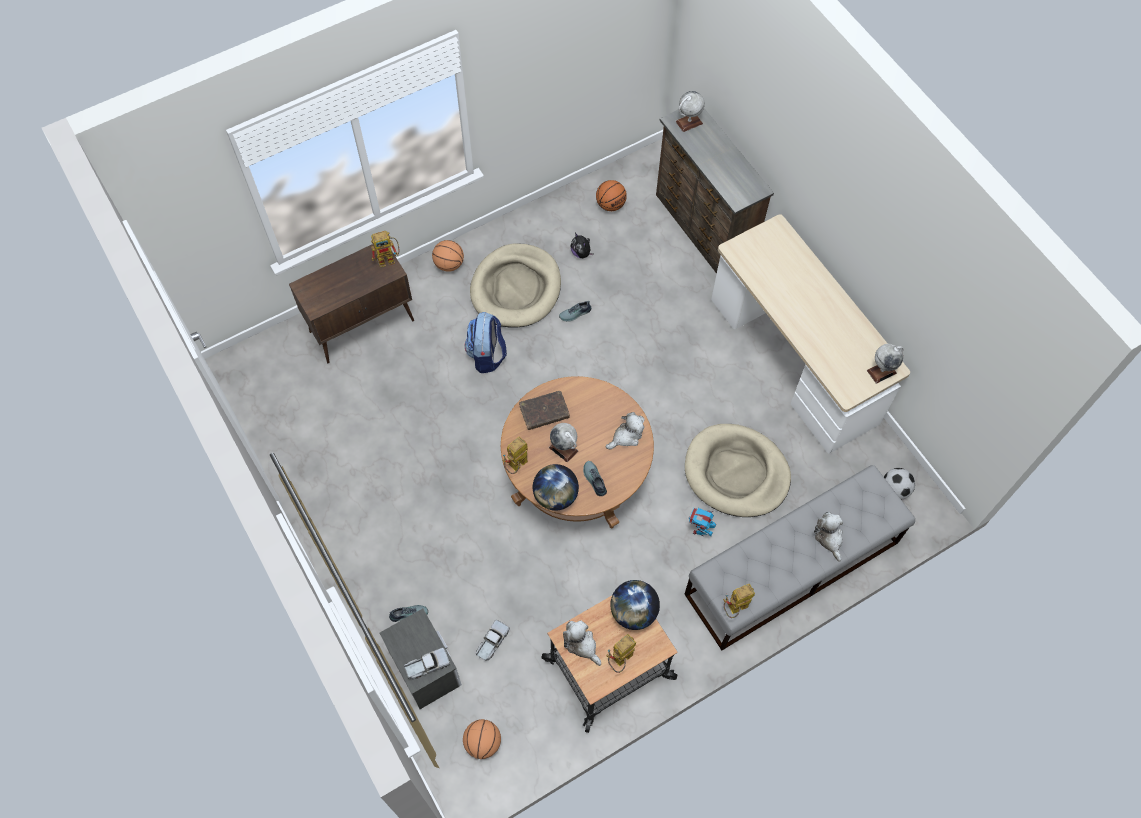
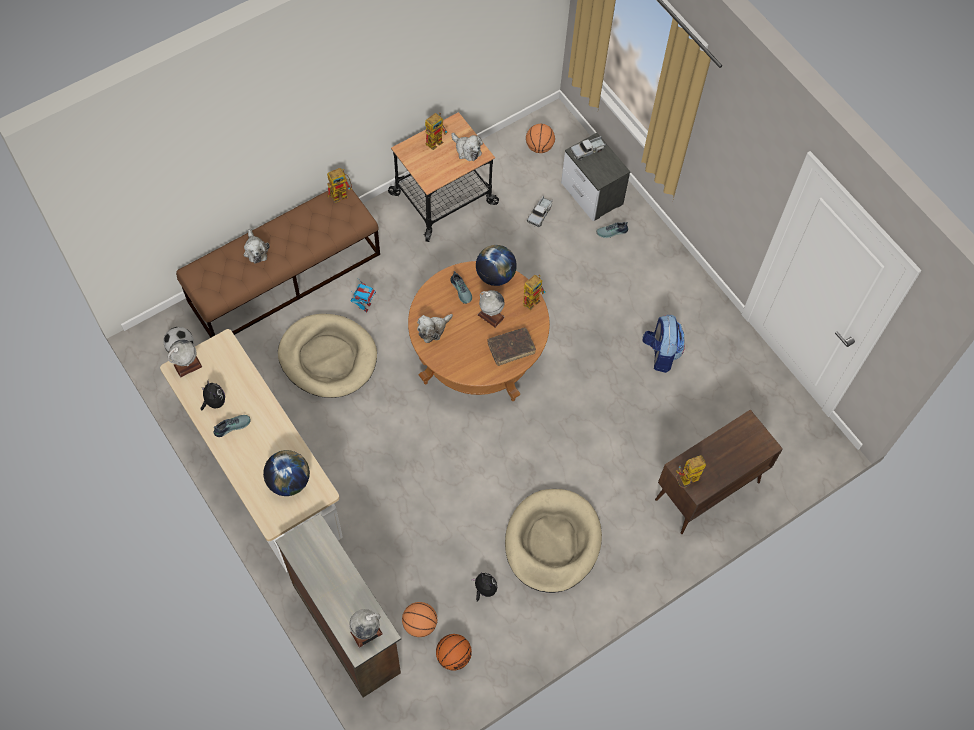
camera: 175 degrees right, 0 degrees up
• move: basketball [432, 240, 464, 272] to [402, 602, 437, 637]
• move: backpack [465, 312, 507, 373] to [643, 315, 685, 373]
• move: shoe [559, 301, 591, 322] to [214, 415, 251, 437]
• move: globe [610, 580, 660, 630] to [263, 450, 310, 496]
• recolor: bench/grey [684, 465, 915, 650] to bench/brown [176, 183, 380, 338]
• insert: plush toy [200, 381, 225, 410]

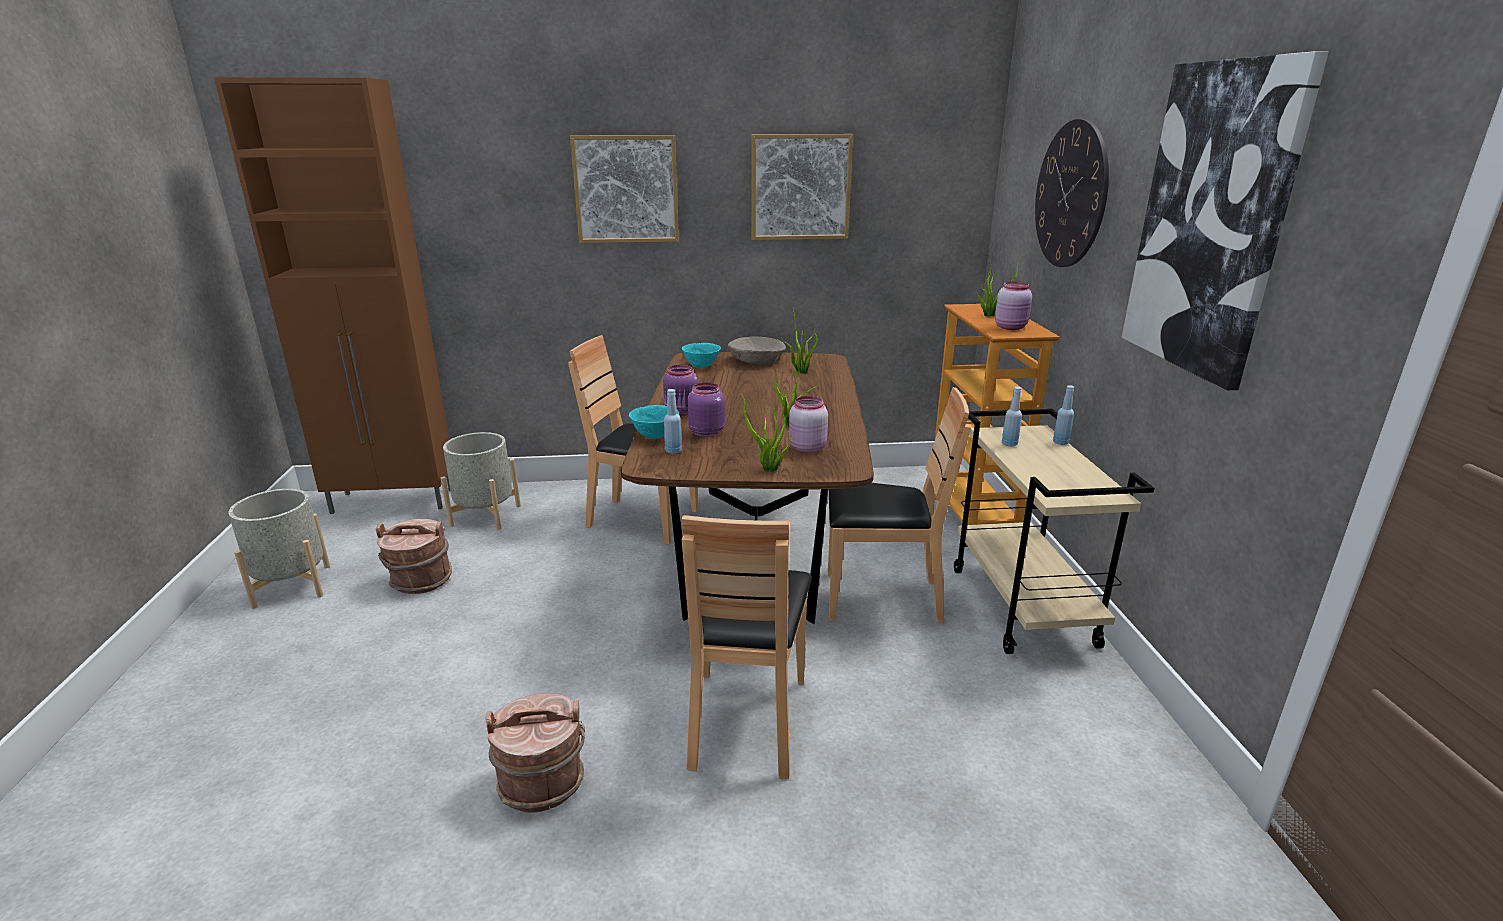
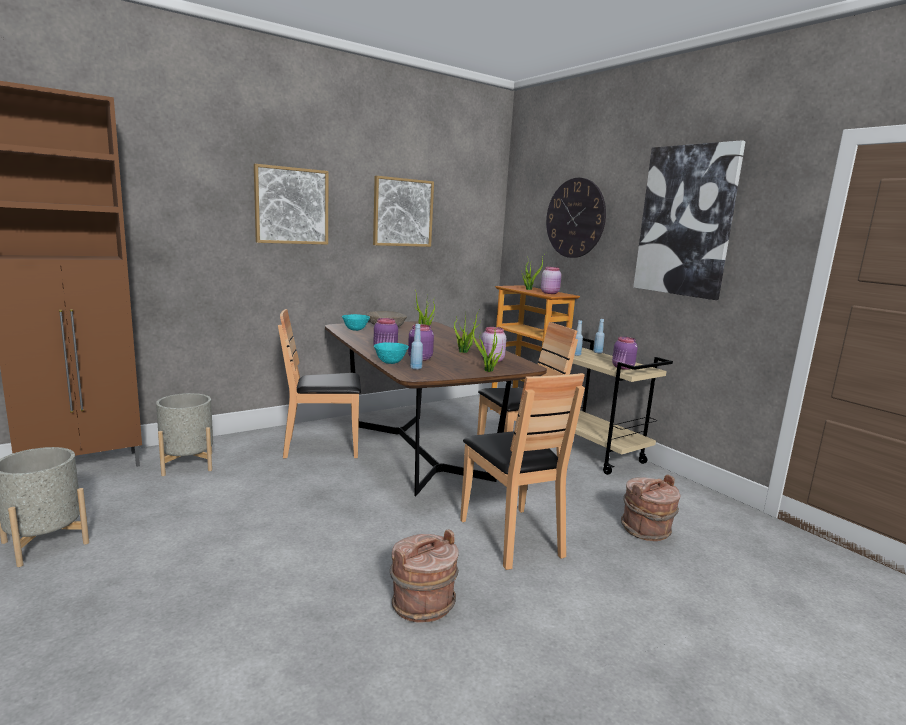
camera: 30 degrees left, 10 degrees down
• move: bucket/brown [376, 519, 452, 594] to [621, 474, 680, 541]
• insert: jar/purple [612, 337, 638, 370]

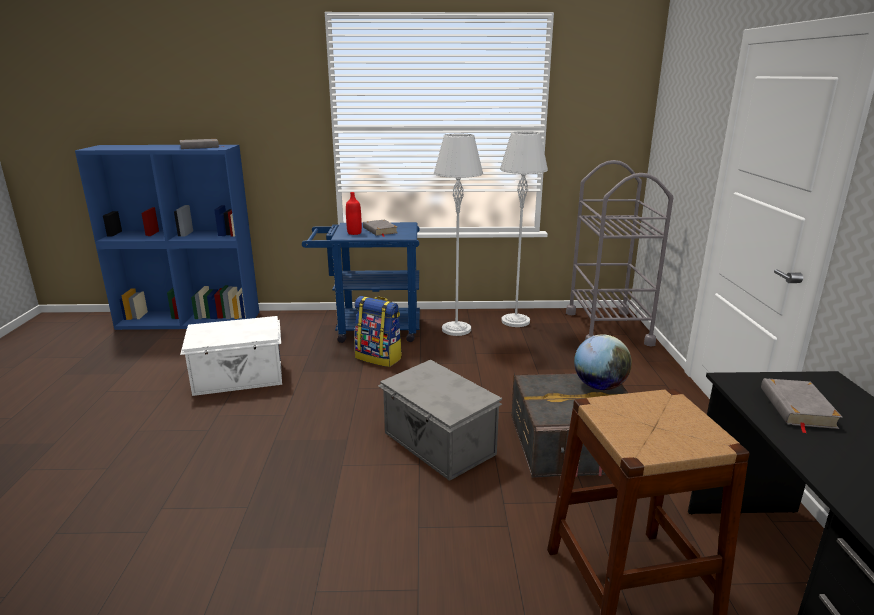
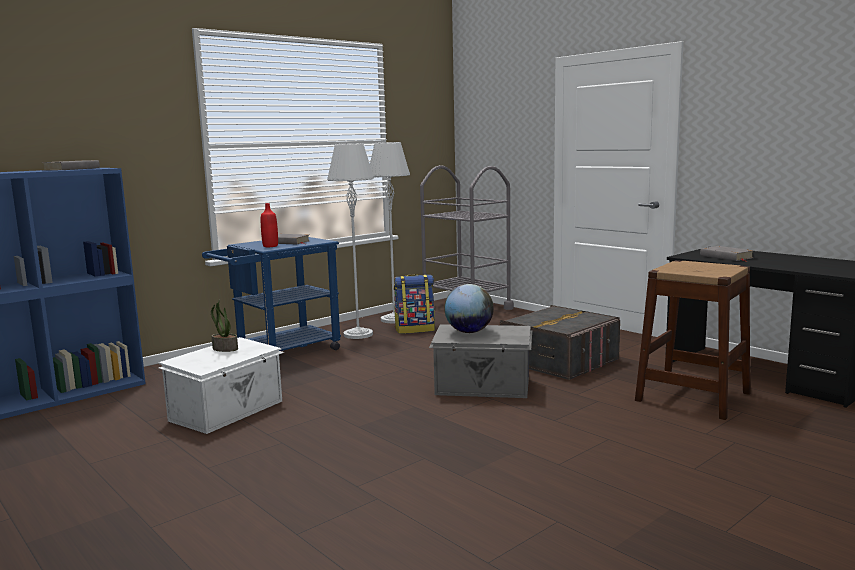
camera: 40 degrees left, 10 degrees down
• move: backpack [354, 296, 402, 367] to [393, 274, 435, 334]
• move: globe [574, 334, 632, 390] to [444, 284, 494, 333]
• insert: potted plant [211, 299, 238, 352]

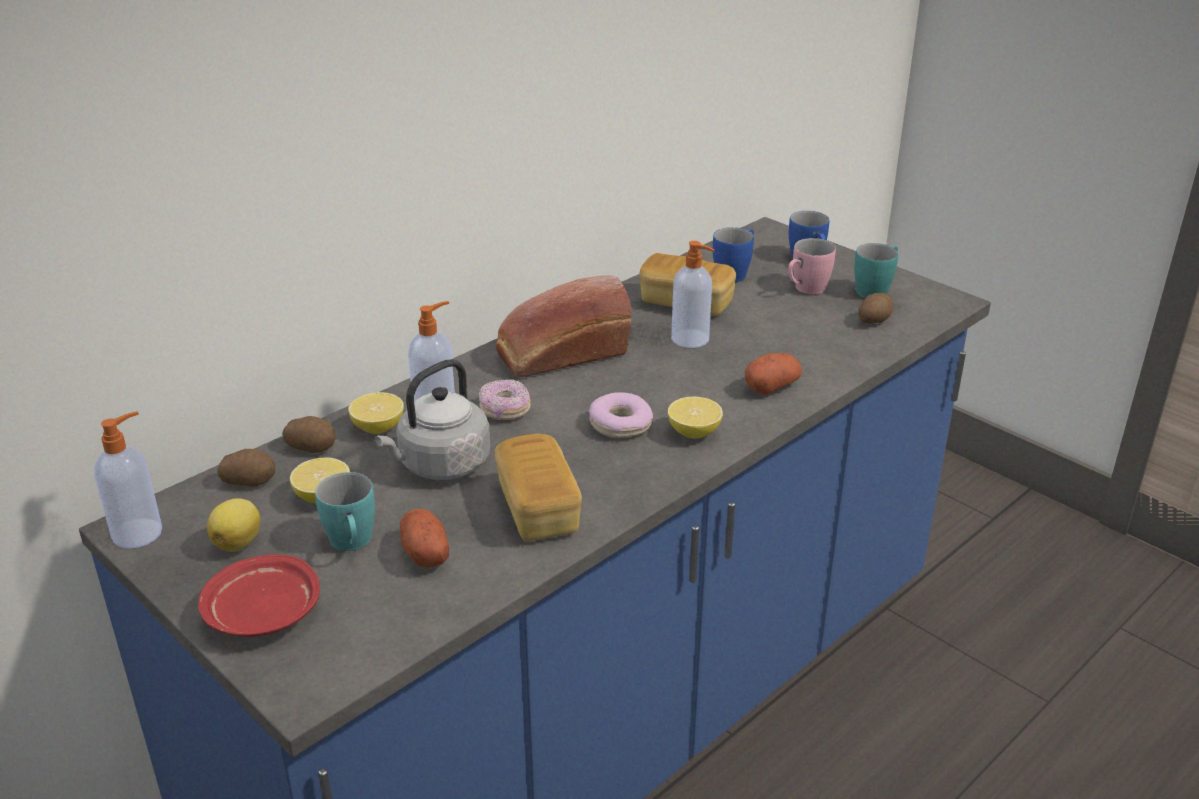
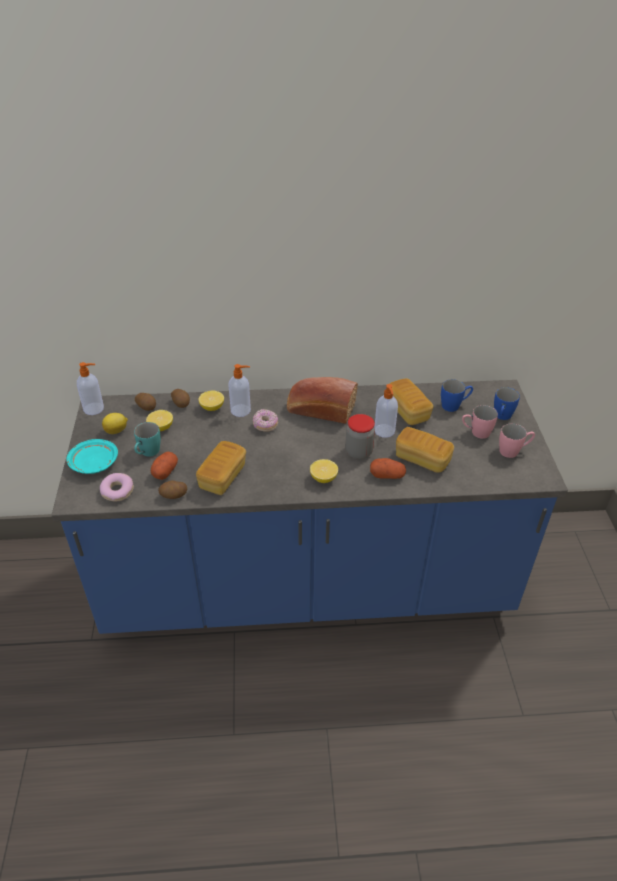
camera: 40 degrees right, 10 degrees up
• recolor: plate/red [198, 554, 320, 637] to plate/turquoise [67, 439, 118, 474]
• delete: kettle/grey [375, 359, 490, 480]
• move: donut [589, 393, 653, 438] to [100, 473, 134, 501]
• recolor: mug/turquoise [854, 243, 898, 298] to mug/pink [499, 423, 535, 458]
• move: potato [858, 293, 893, 324] to [158, 481, 187, 499]
• insert: jar [345, 414, 375, 459]
• insert: bread [396, 427, 454, 473]

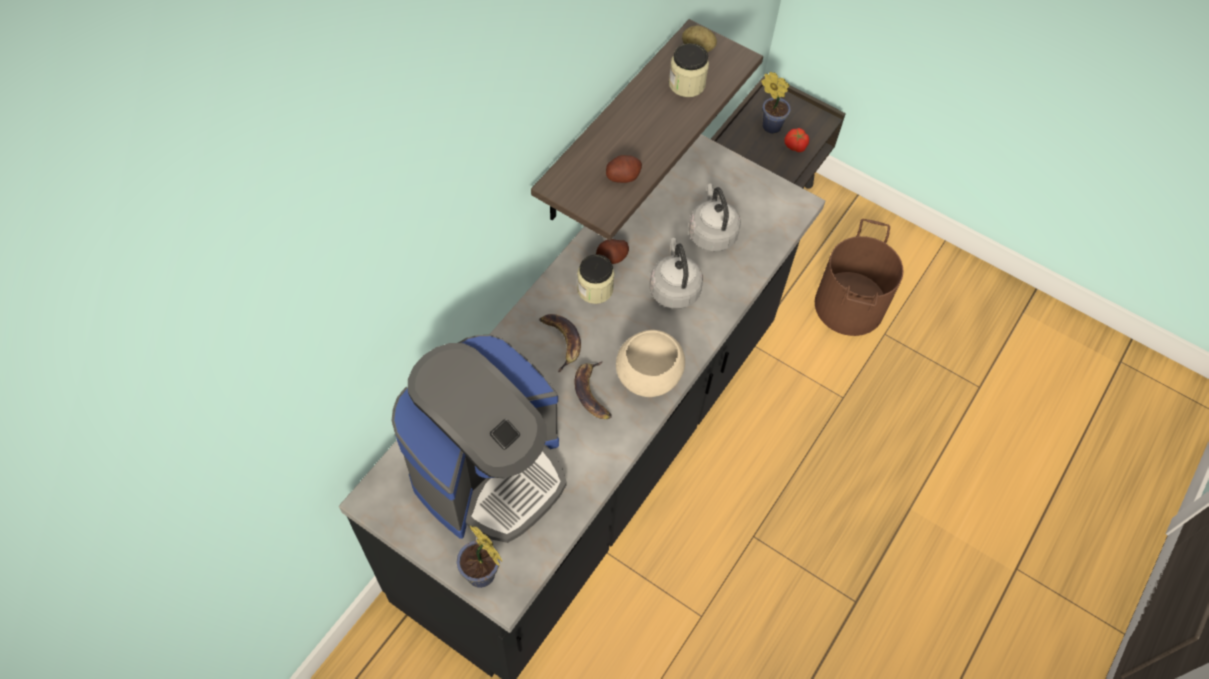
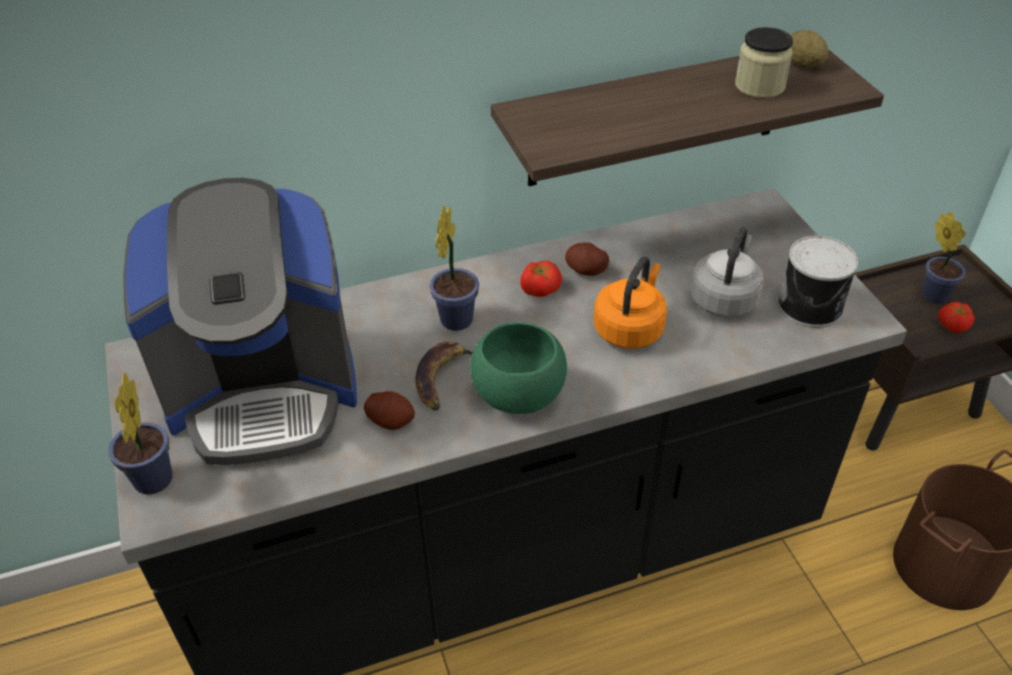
camera: 40 degrees right, 15 degrees down
• replace: banana [539, 314, 581, 372] to potted plant [429, 205, 479, 331]
• replace: jar [577, 254, 614, 304] to tomato [521, 261, 562, 297]
• move: potato [606, 155, 642, 183] to [364, 391, 415, 430]
• recolor: bowl/beige [616, 330, 685, 397] to bowl/green [470, 322, 567, 414]
• recolor: kettle/grey [650, 238, 703, 309] to kettle/orange [594, 257, 667, 349]
• insert: can [777, 236, 858, 328]

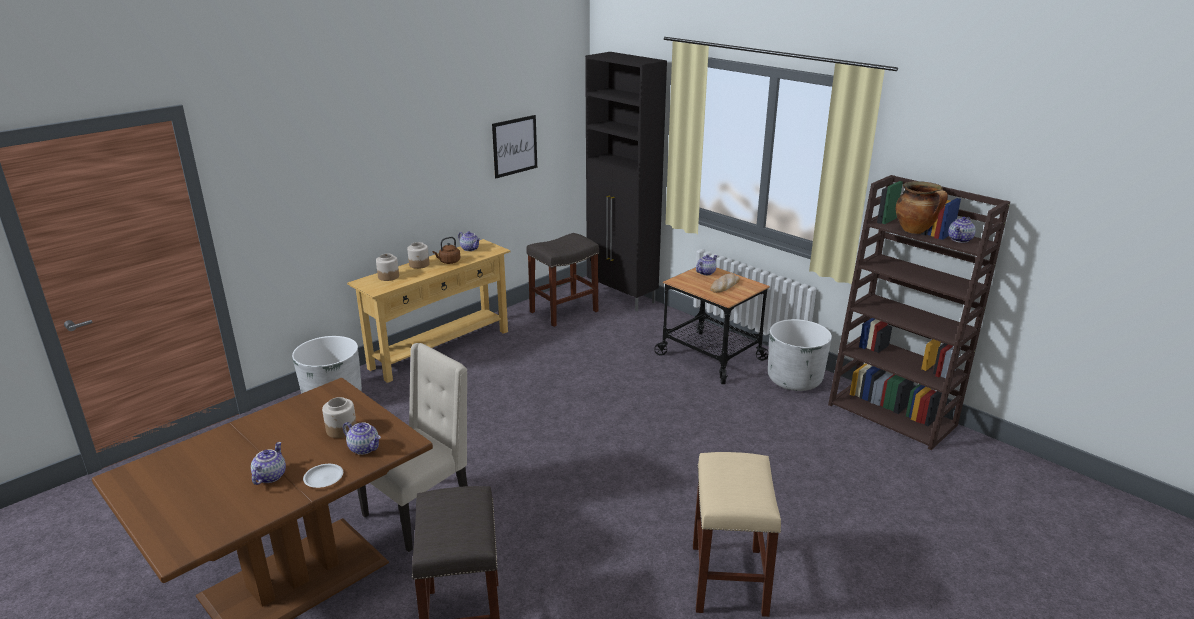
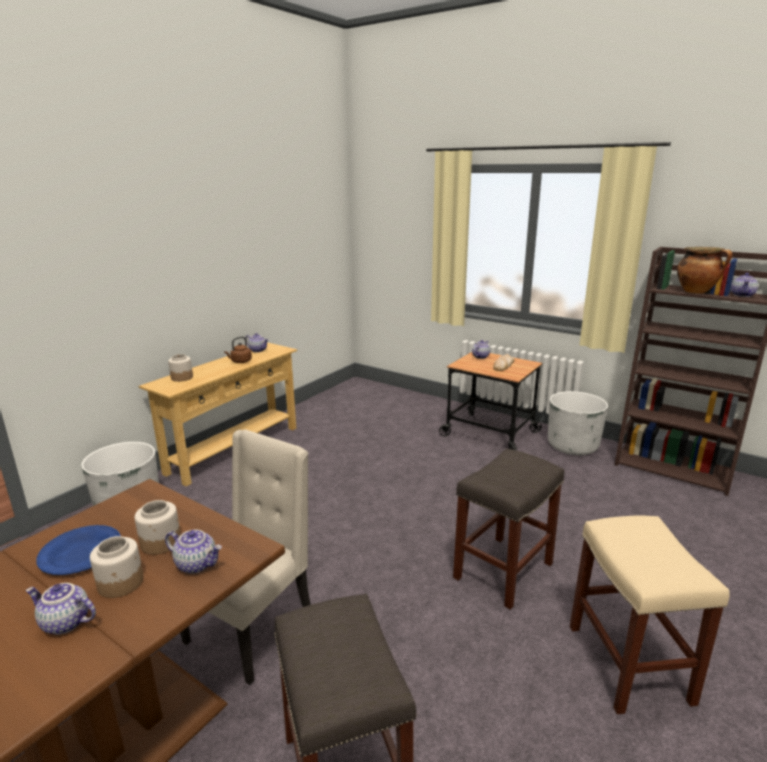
camera: 10 degrees left, 5 degrees down
• rotate: teapot [251, 442, 286, 485] = [26, 583, 96, 635] 75 degrees counterclockwise
• delete: plate/white [303, 464, 343, 488]
• move: jar [407, 242, 429, 269] to [90, 536, 144, 598]
• delete: picture [492, 115, 537, 178]
• move: stool/grey [526, 233, 599, 327] to [453, 449, 564, 610]
• delete: cabinet/black [585, 52, 667, 311]
• insert: plate/blue [36, 525, 121, 575]

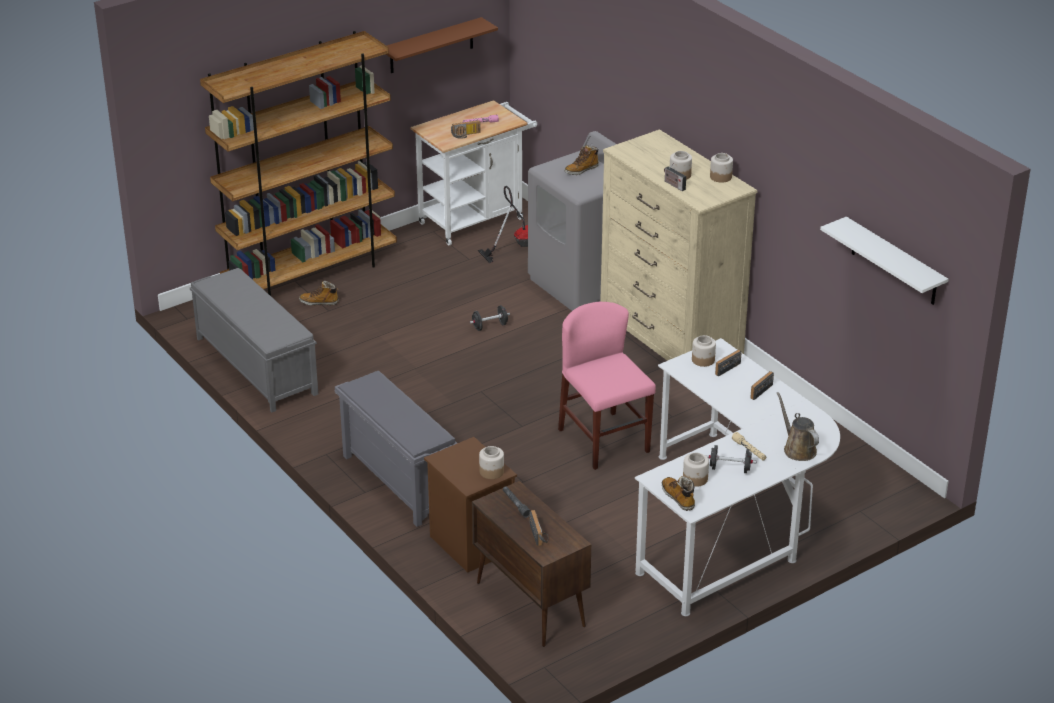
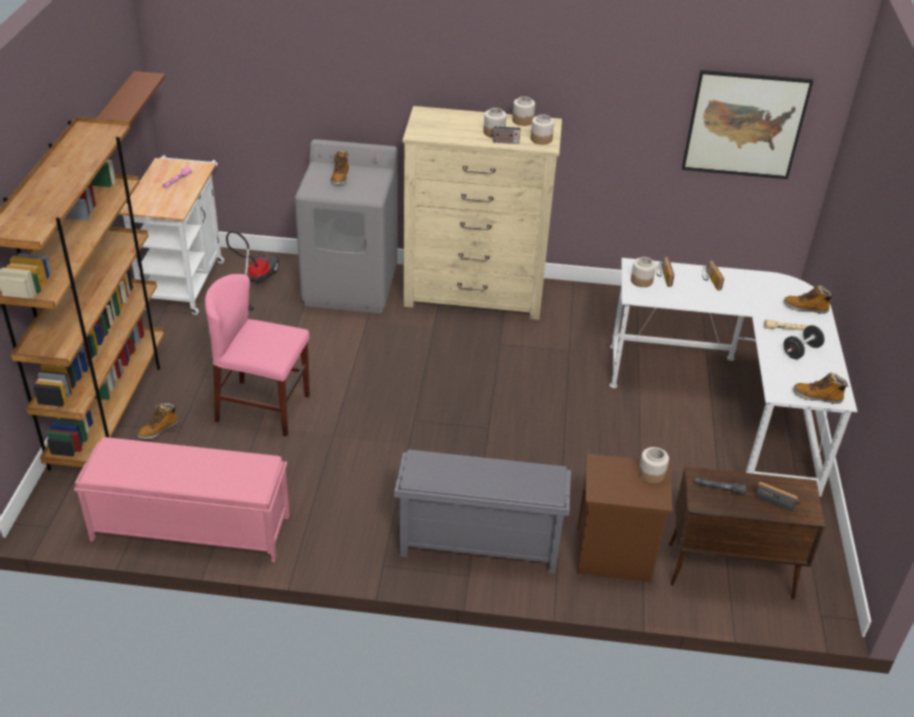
camera: 50 degrees left, 5 degrees up
• recolor: bench/grey [190, 268, 318, 413] to bench/pink [74, 437, 290, 562]
• delete: radio [451, 120, 481, 139]
• delete: dumbbell/black [470, 305, 510, 331]
• move: chair/pink [558, 302, 656, 470] to [205, 274, 310, 437]
• move: jar [683, 453, 709, 487] to [531, 114, 554, 145]
• replace: watering can/brown [777, 392, 819, 461] to boot [784, 285, 834, 314]
• replace: shelf/white [820, 217, 949, 305] to picture [682, 70, 813, 179]

